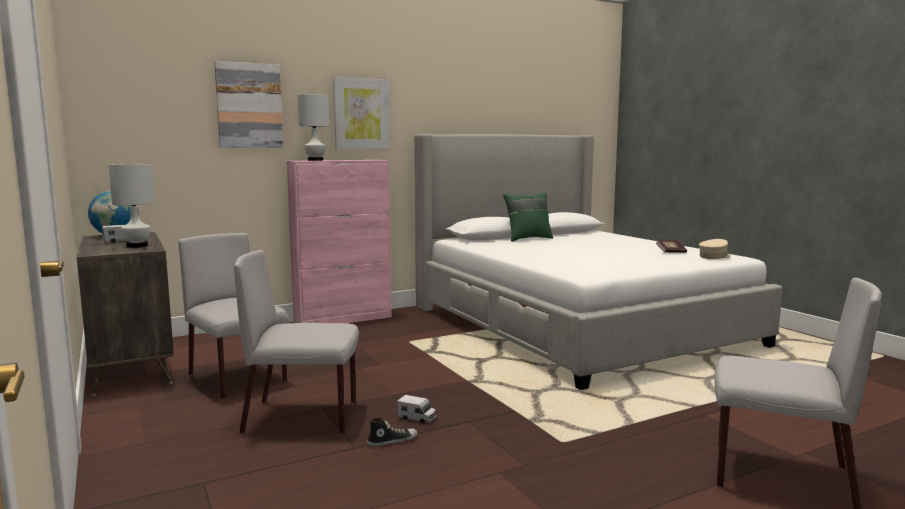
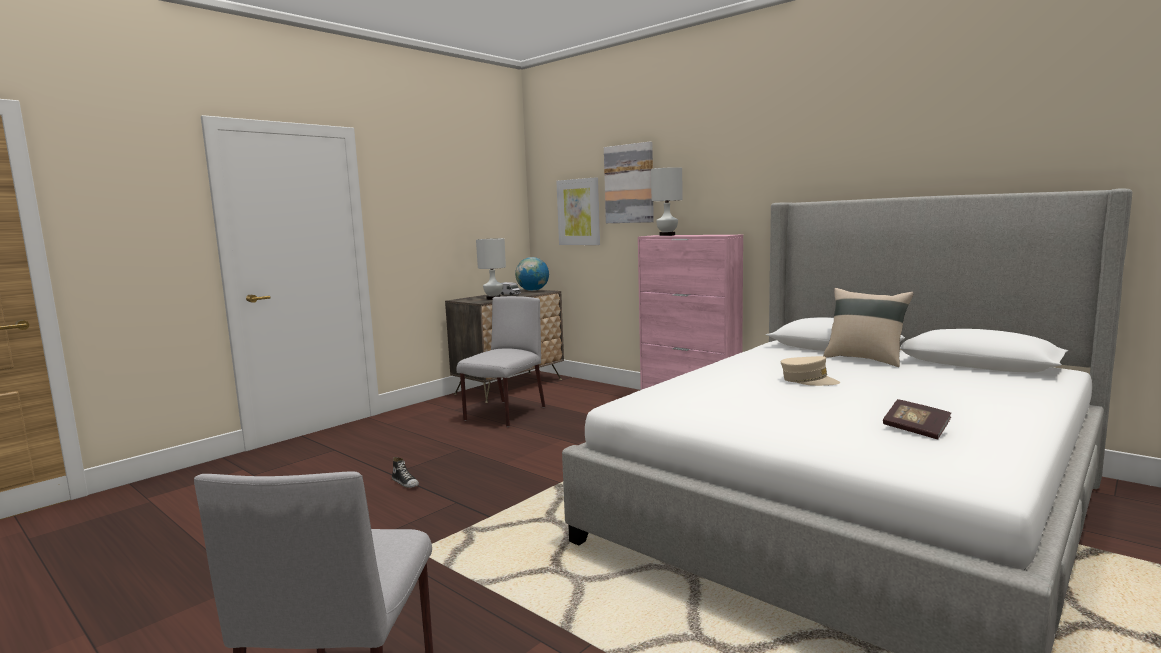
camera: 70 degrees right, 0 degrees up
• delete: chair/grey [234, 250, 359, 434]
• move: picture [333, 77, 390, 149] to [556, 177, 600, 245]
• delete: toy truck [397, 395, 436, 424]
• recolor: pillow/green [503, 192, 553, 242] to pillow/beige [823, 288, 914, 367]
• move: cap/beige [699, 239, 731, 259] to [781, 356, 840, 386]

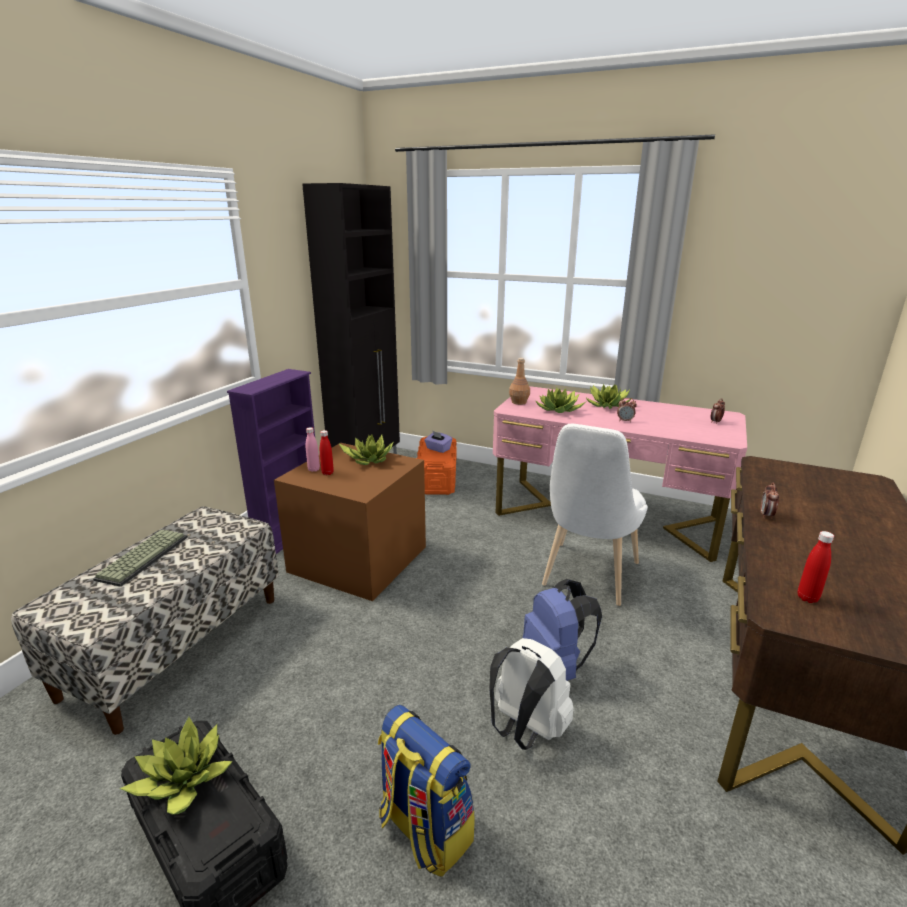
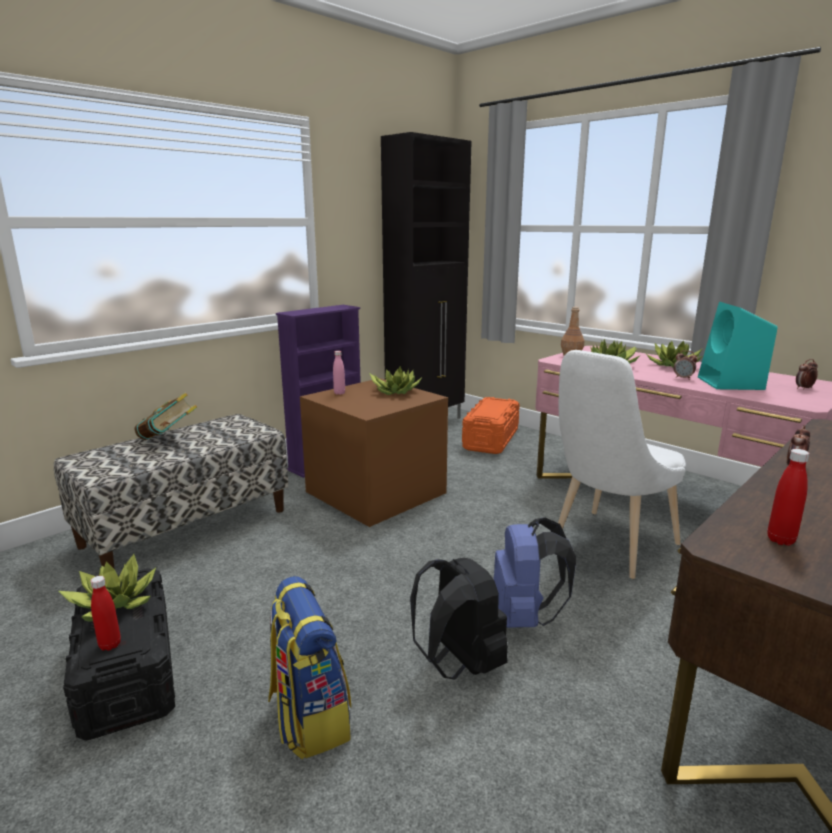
camera: 20 degrees right, 5 degrees down
• replace: keyboard [93, 530, 188, 587] to book [134, 393, 197, 440]
• move: bottle/red [320, 430, 334, 475] to [90, 576, 121, 651]
• delete: tissue box/purple [424, 431, 452, 453]
• recolor: backpack/white [489, 638, 573, 750] to backpack/black [410, 558, 508, 680]
• insert: speaker/turquoise [698, 302, 778, 390]

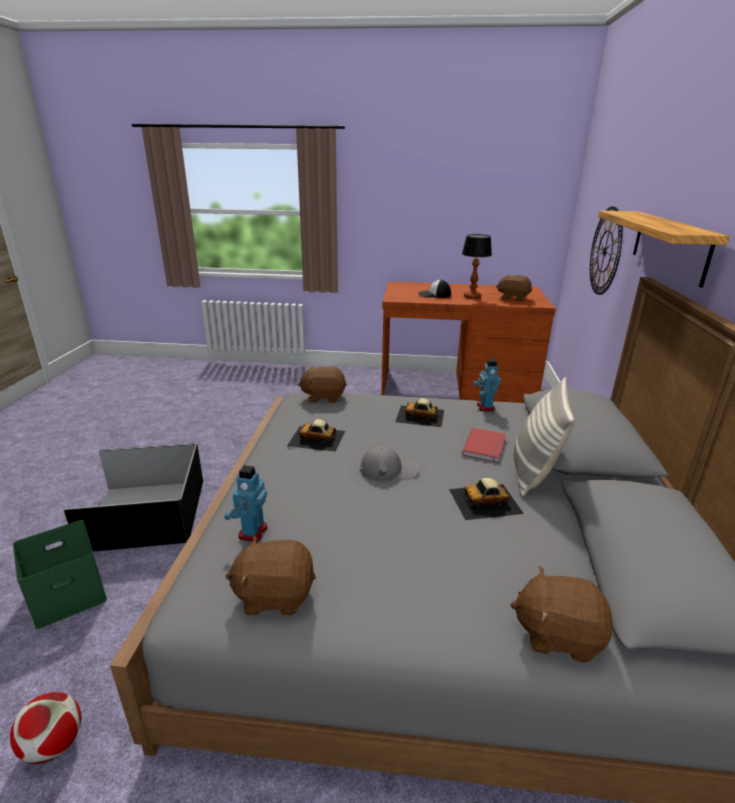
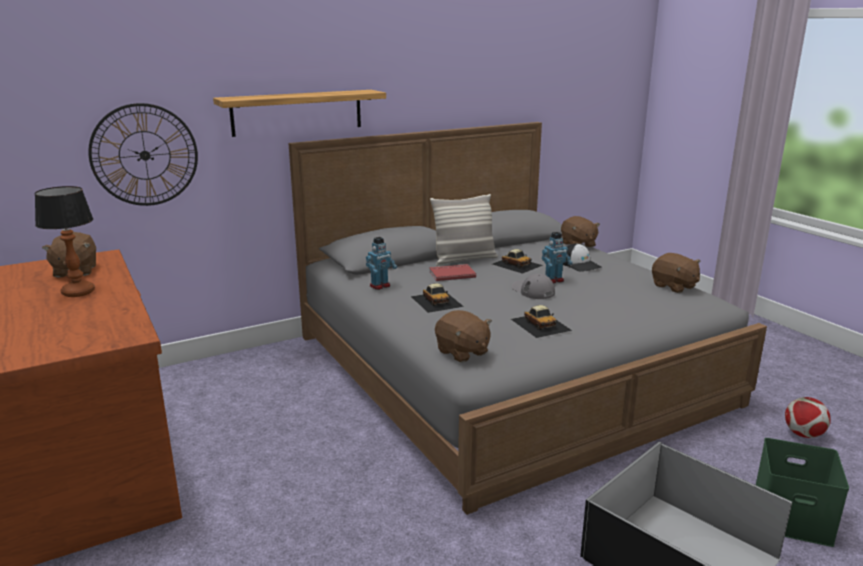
camera: 125 degrees left, 5 degrees down
• move: toy robot [224, 465, 267, 542] to [542, 232, 573, 283]
• move: cap [418, 280, 451, 298] to [563, 243, 602, 272]

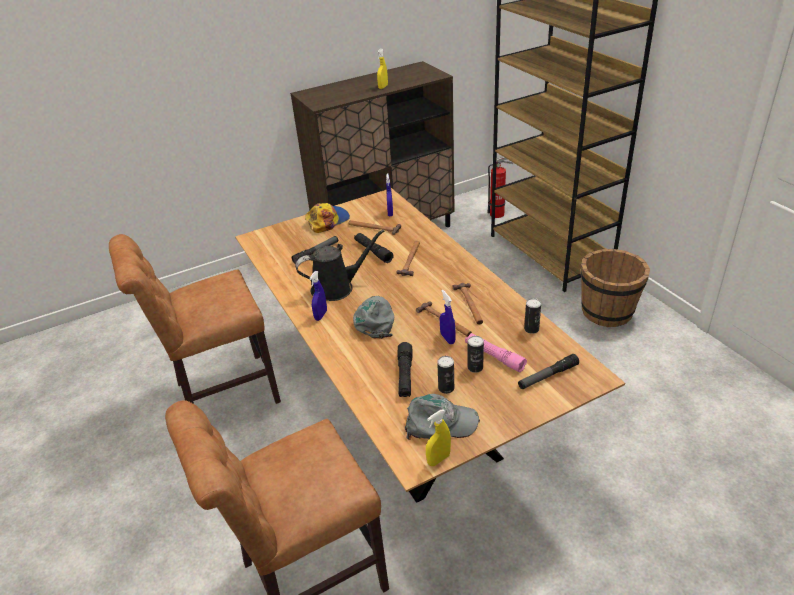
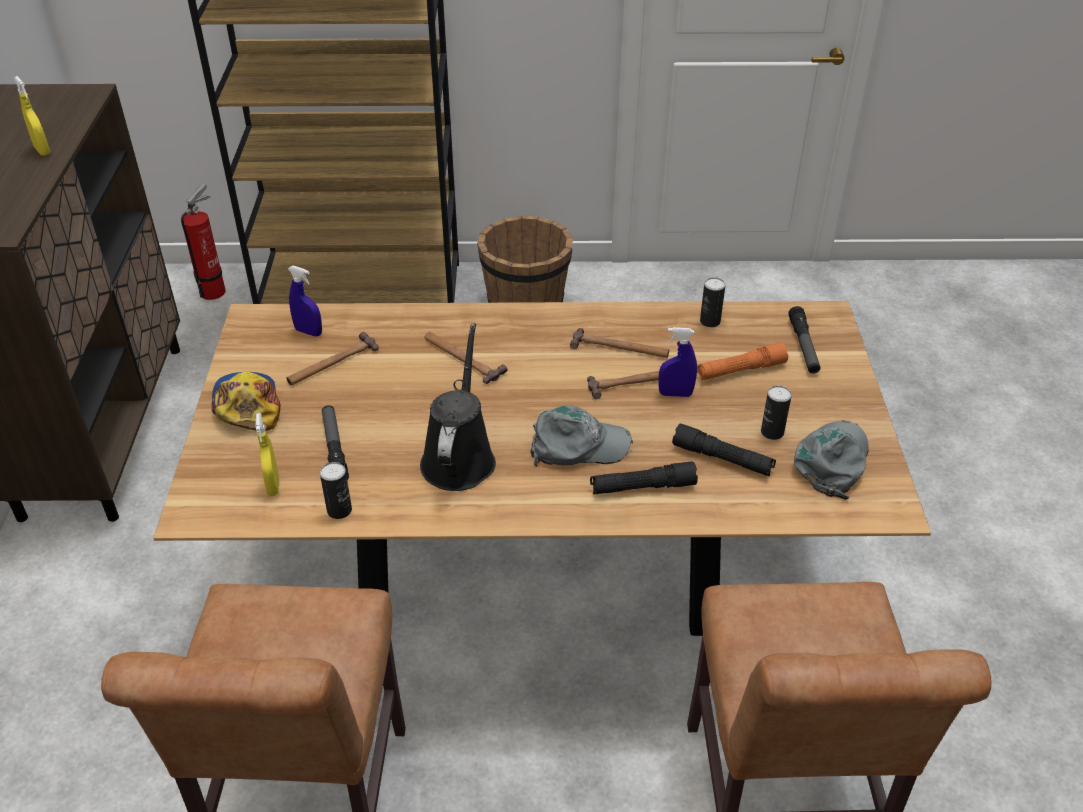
camera: 65 degrees left, 5 degrees up
• delete: spray bottle/blue [309, 271, 327, 321]
• rotate: cap/grey [353, 296, 394, 339] = [530, 405, 633, 467] 150 degrees clockwise
• move: flashlight/black [354, 233, 394, 263] to [590, 461, 698, 494]
• move: spray bottle/yellow [426, 409, 451, 466] to [255, 413, 279, 496]
• recolor: flashlight/pink [465, 333, 527, 372] to flashlight/orange [697, 343, 788, 380]
• move: can [468, 336, 484, 373] to [320, 462, 352, 519]

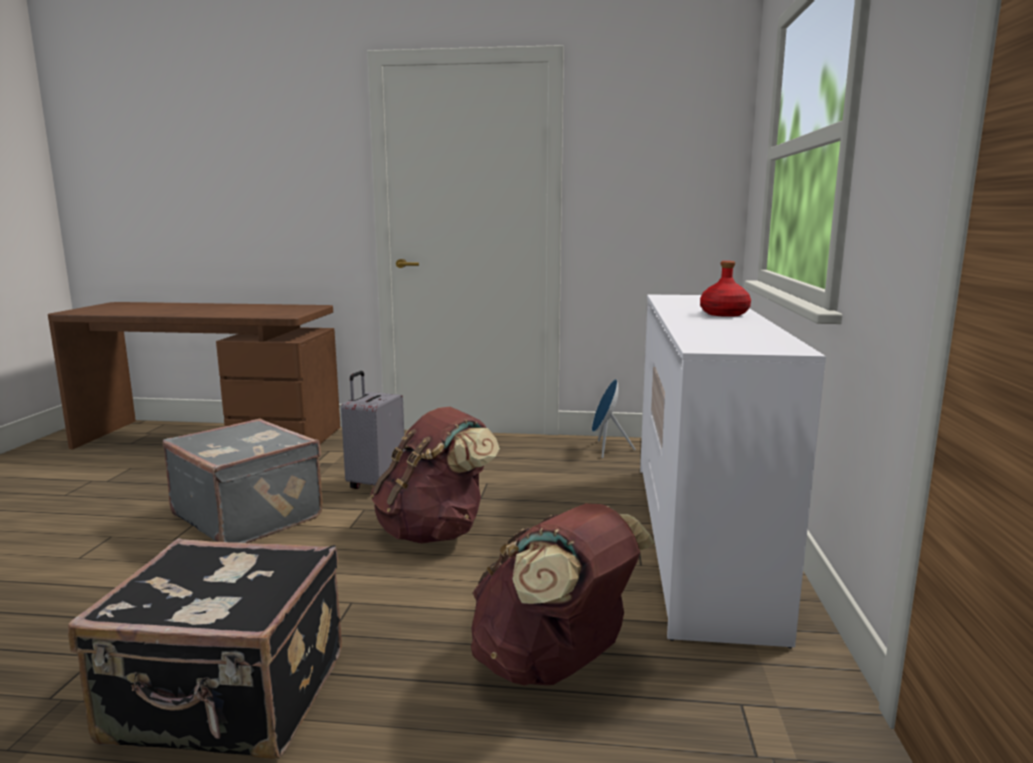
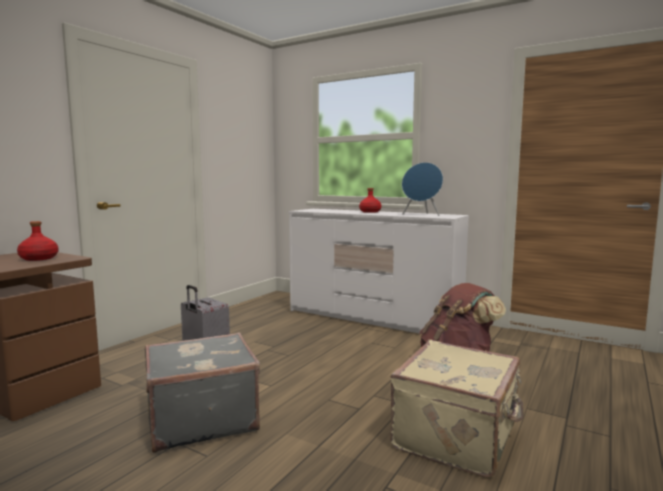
camera: 65 degrees left, 5 degrees down
• recolor: suitcase/black [68, 538, 342, 759] to suitcase/beige [390, 340, 524, 478]
• delete: backpack/brown [370, 407, 500, 543]
• move: speaker/blue [592, 379, 636, 458] to [402, 162, 443, 216]
• insert: bottle/red [17, 221, 58, 261]

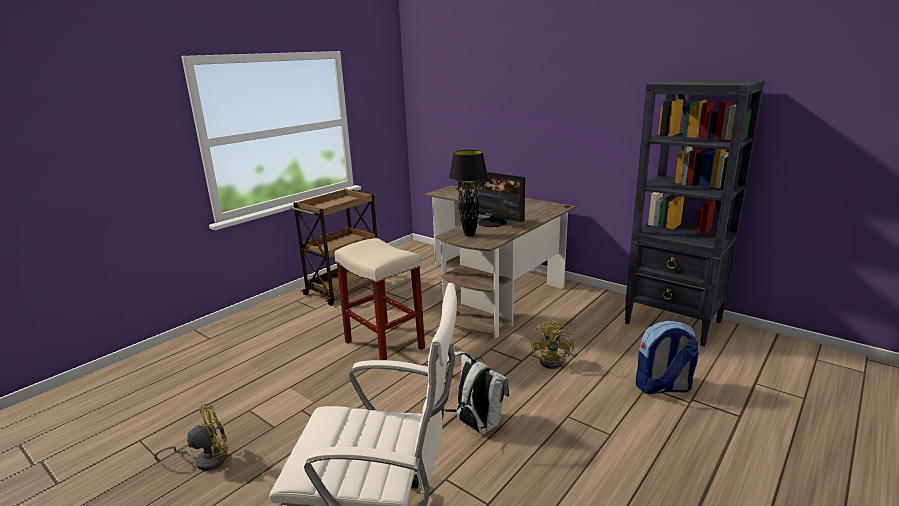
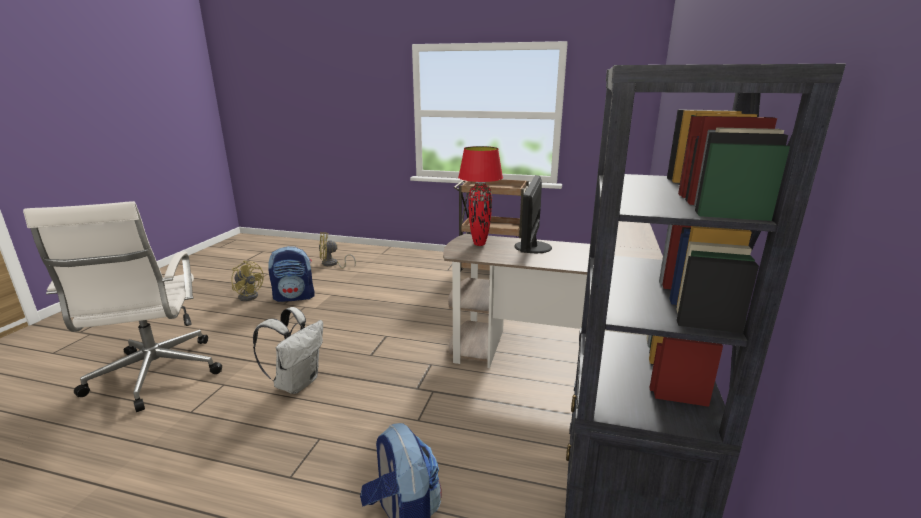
camera: 65 degrees right, 0 degrees up
• delete: stool/beige [335, 238, 425, 360]
• recolor: table lamp/black [449, 150, 488, 237] to table lamp/red [458, 146, 503, 246]
• move: fan/yellow [530, 320, 575, 369] to [319, 232, 356, 268]
• insert: backpack [268, 246, 314, 302]

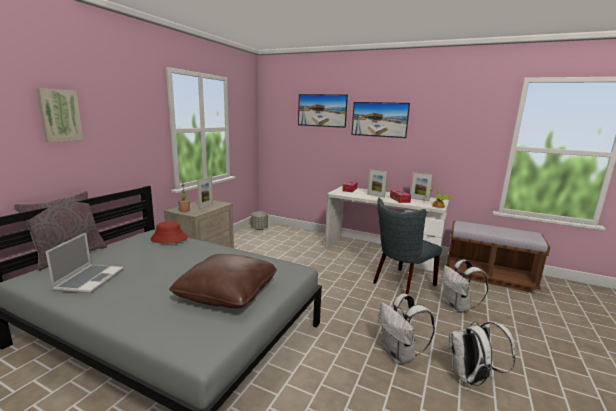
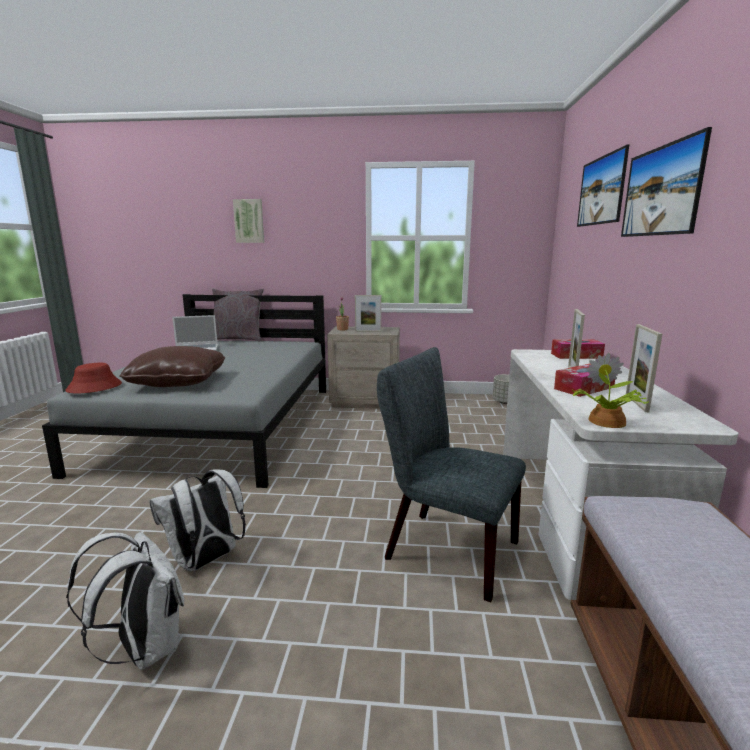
camera: 70 degrees right, 0 degrees up
• move: hat/red [150, 221, 188, 244] to [65, 363, 122, 393]
• delete: backpack/white [441, 260, 488, 312]

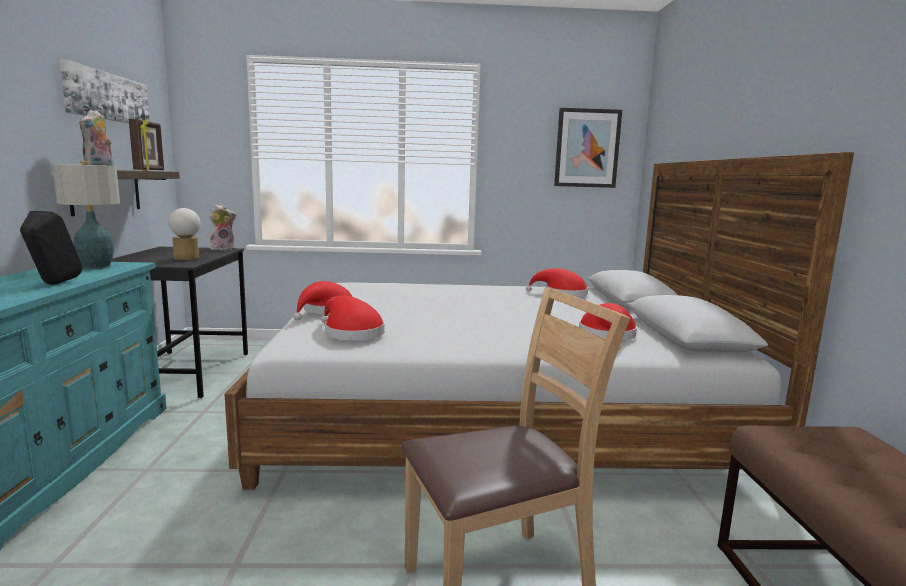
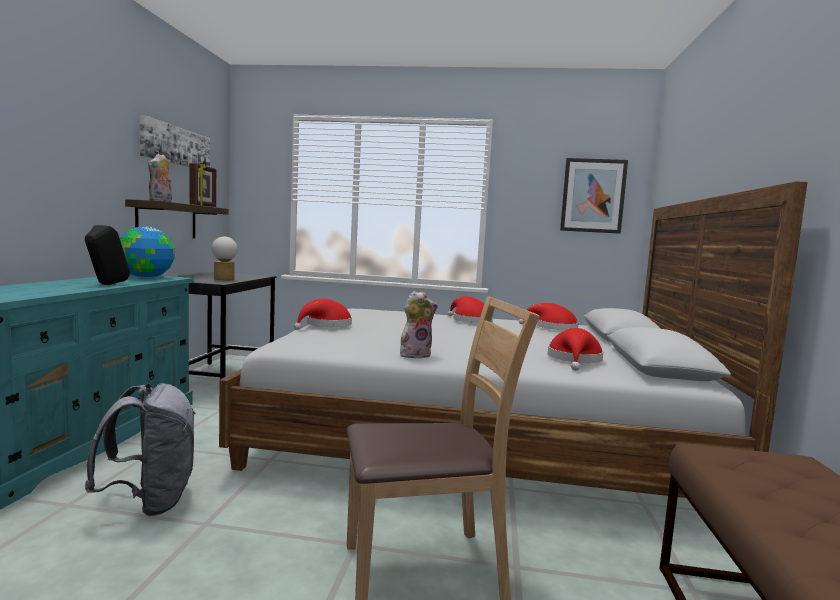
camera: 10 degrees right, 5 degrees down
• replace: table lamp [52, 161, 120, 269] to globe [120, 226, 175, 278]
• move: plush toy [210, 205, 236, 250] to [400, 291, 438, 358]
• move: hat/red [321, 295, 384, 340] to [448, 296, 493, 323]
• insert: backpack/grey [85, 383, 196, 516]

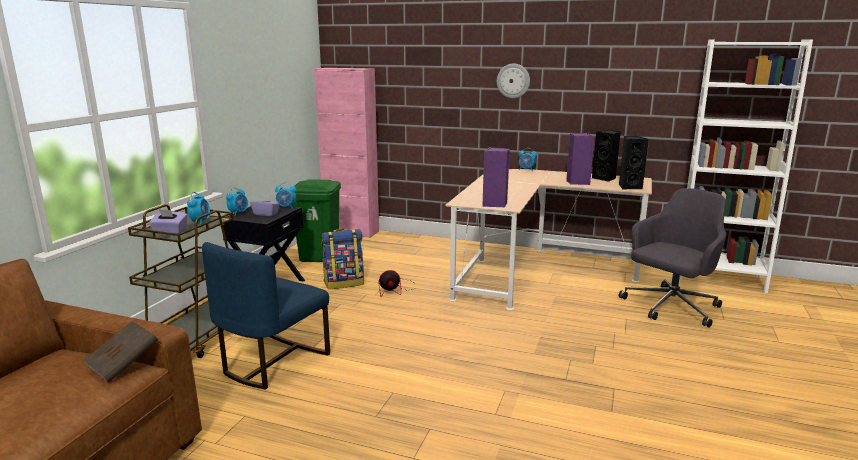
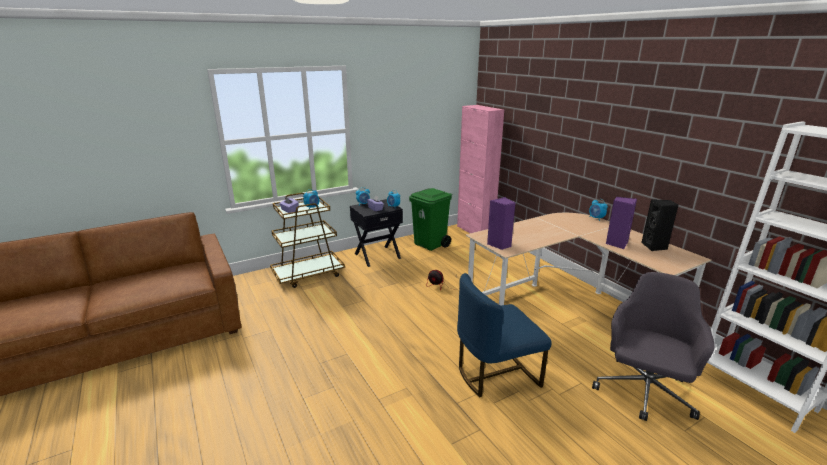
camera: 40 degrees right, 5 degrees up
• delete: book/brown [83, 321, 158, 383]
• move: chair/blue [202, 242, 330, 390] to [457, 273, 552, 397]
• delete: backpack [321, 229, 364, 289]
• delete: wall clock [497, 64, 530, 98]
• delete: speaker/black [619, 136, 649, 190]
• rotate: office chair/grey [619, 188, 727, 328] = [592, 272, 714, 421] 60 degrees counterclockwise

